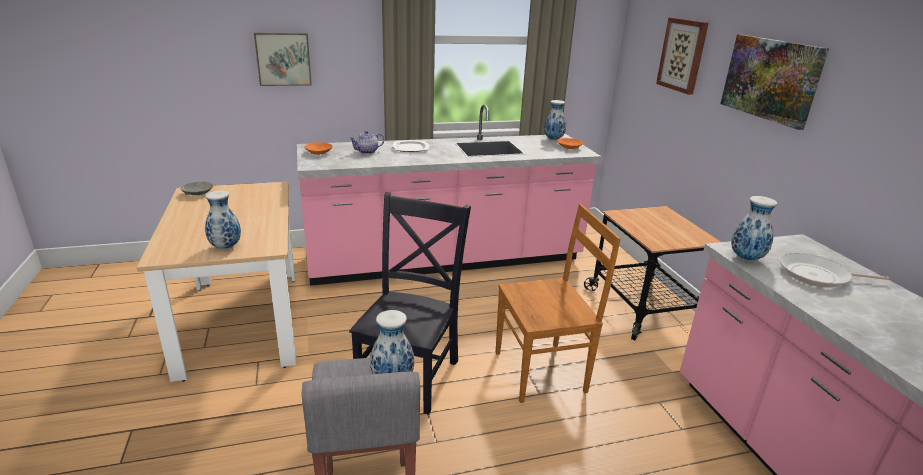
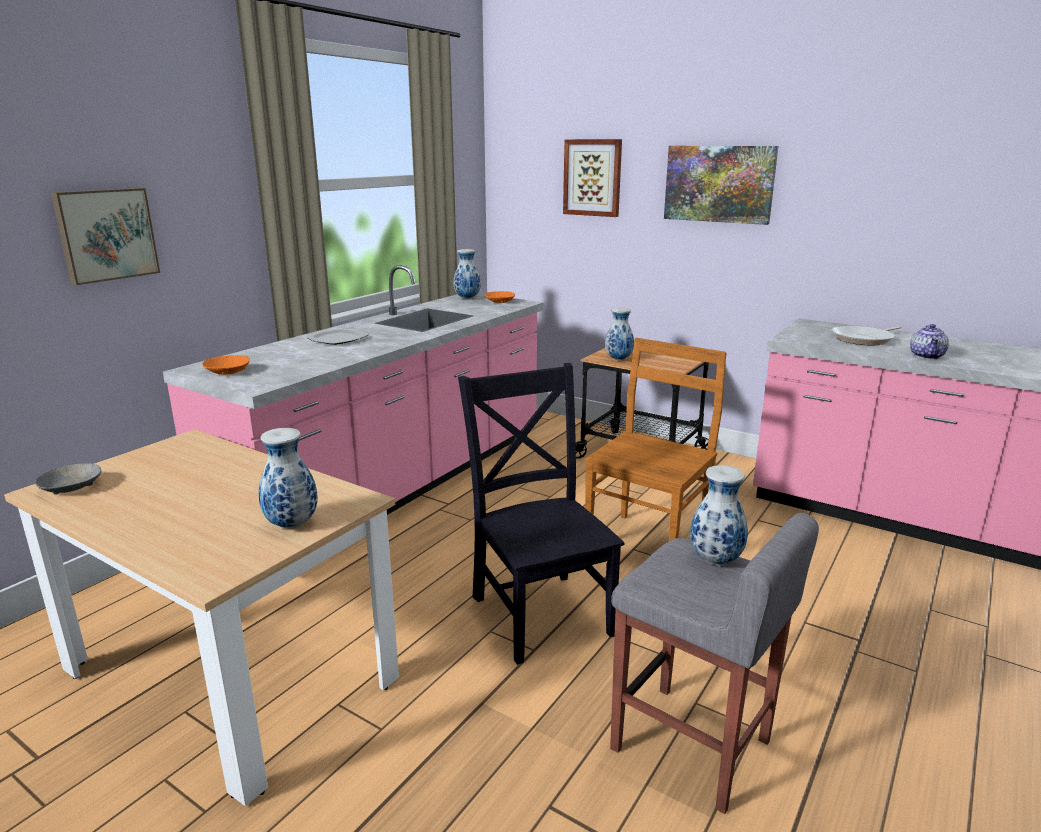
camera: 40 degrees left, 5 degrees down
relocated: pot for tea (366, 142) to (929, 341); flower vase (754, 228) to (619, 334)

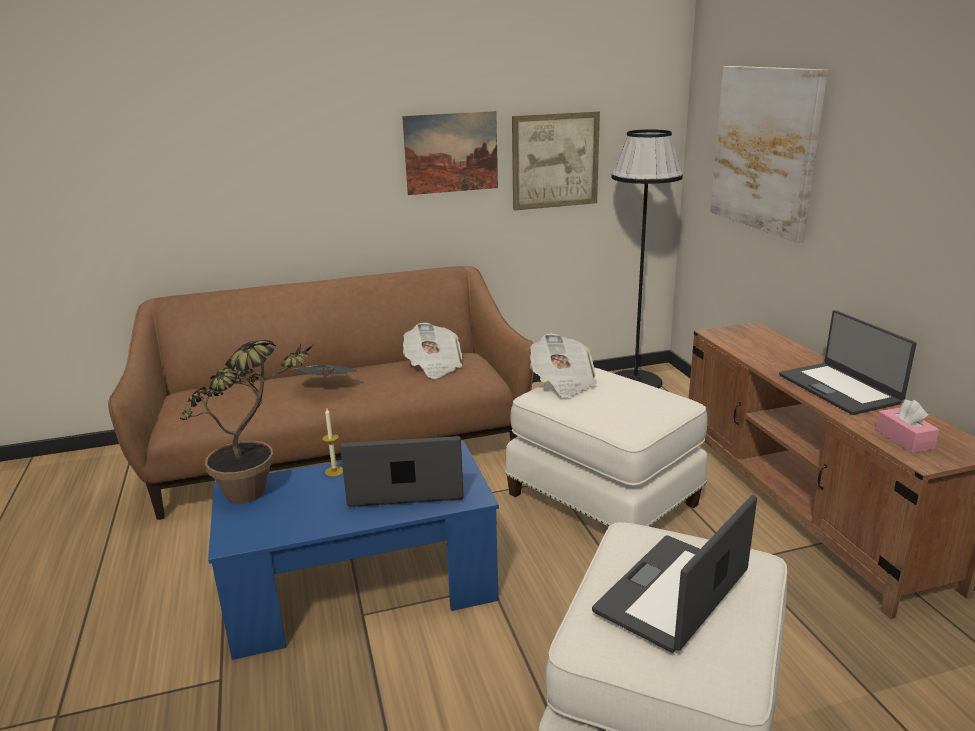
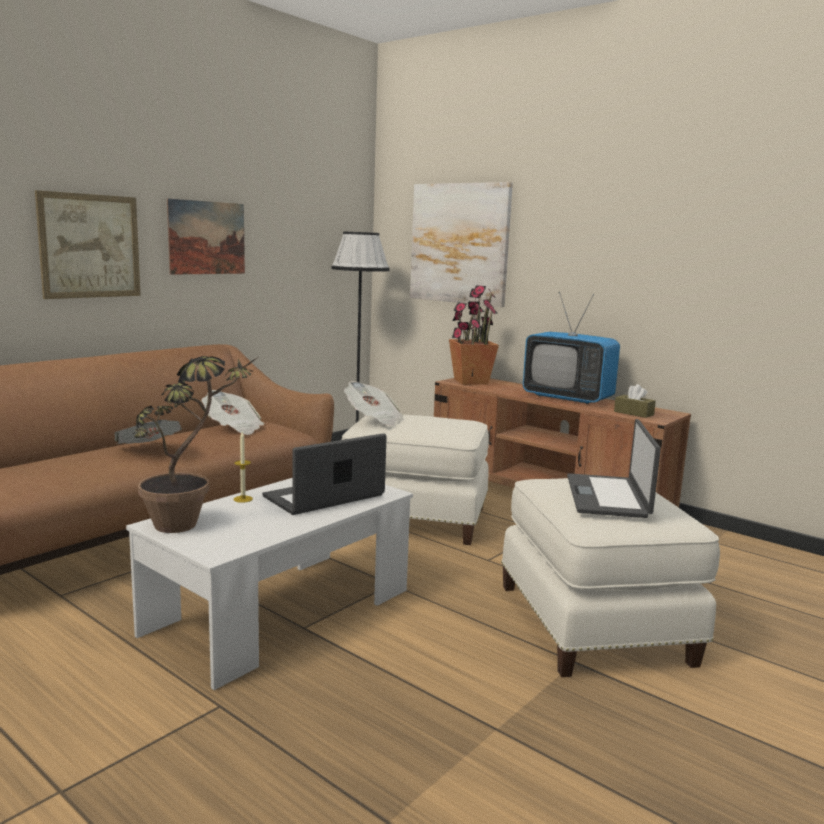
camera: 35 degrees left, 10 degrees down
appeared: plant in a pot (474, 335)
relocated: wall art (556, 161) to (88, 244)
exchanged: laptop (848, 362) to television (571, 348)
colour: blue-coloured coffee table (353, 550) to whitish coffee table (269, 584); pink box of tissues (907, 426) to brown-coloured box of tissues (635, 401)

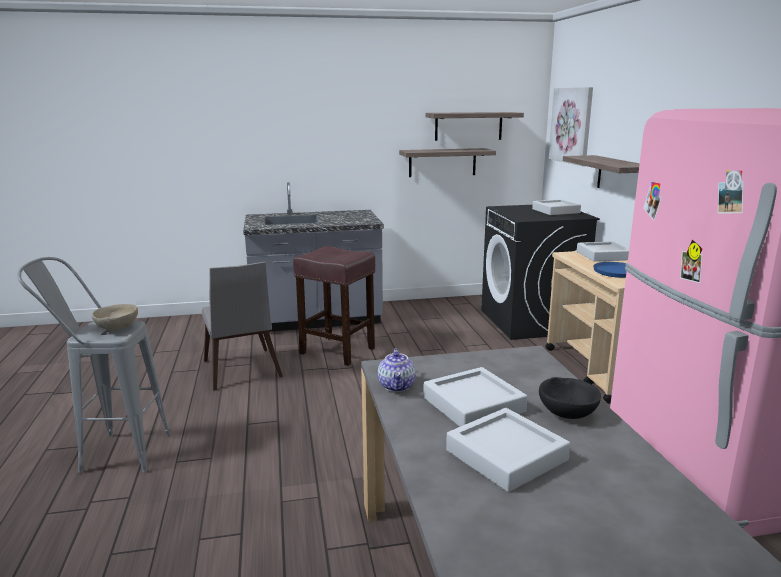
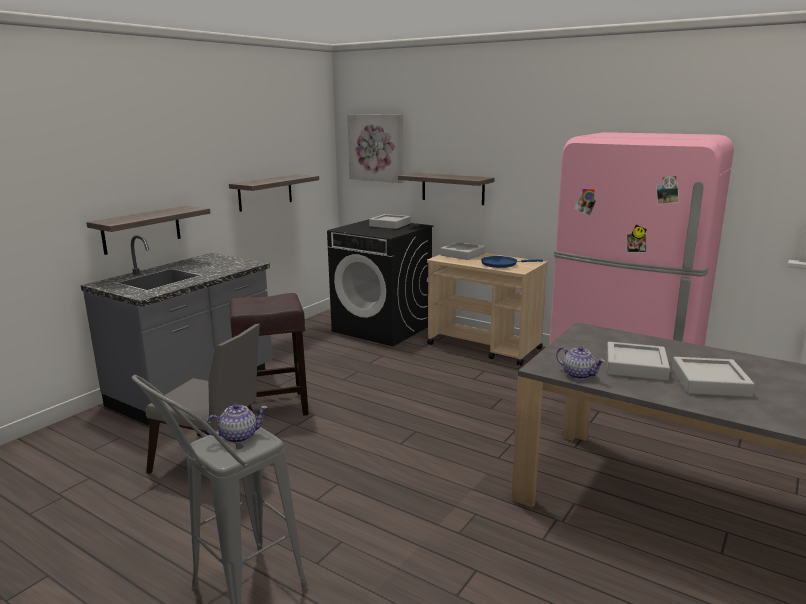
camera: 45 degrees left, 0 degrees up
missing: blackish deep dish (570, 398)
relocated: shelf (475, 126) to (148, 230)
exchanged: sand-coloured deep dish (115, 317) to pot for tea (236, 423)

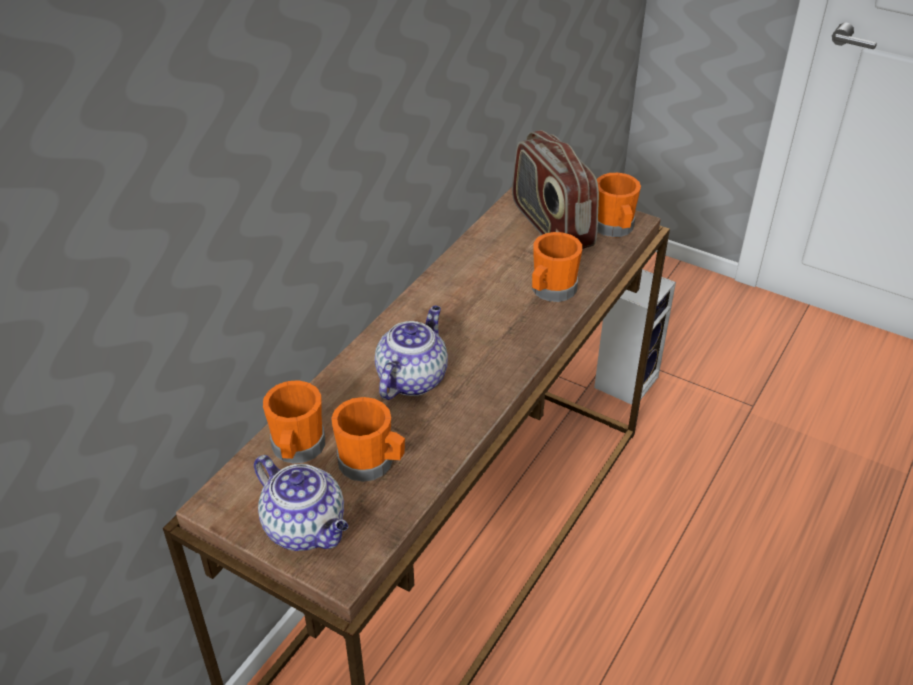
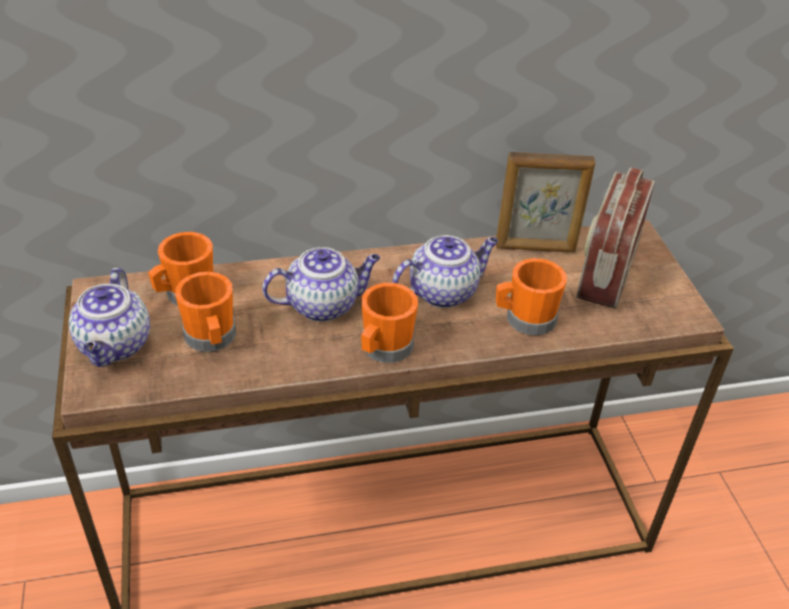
camera: 45 degrees right, 0 degrees up
missing: speaker (635, 337)
appeared: pot for tea (445, 271); picture frame (546, 202)
relocated: orangey coffee mug (619, 205) to (389, 323)

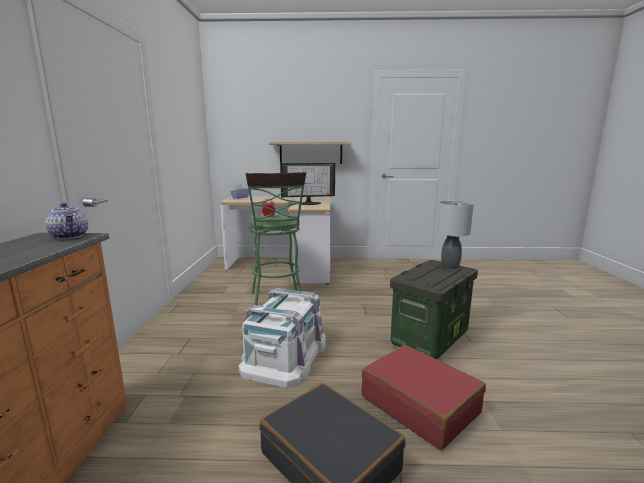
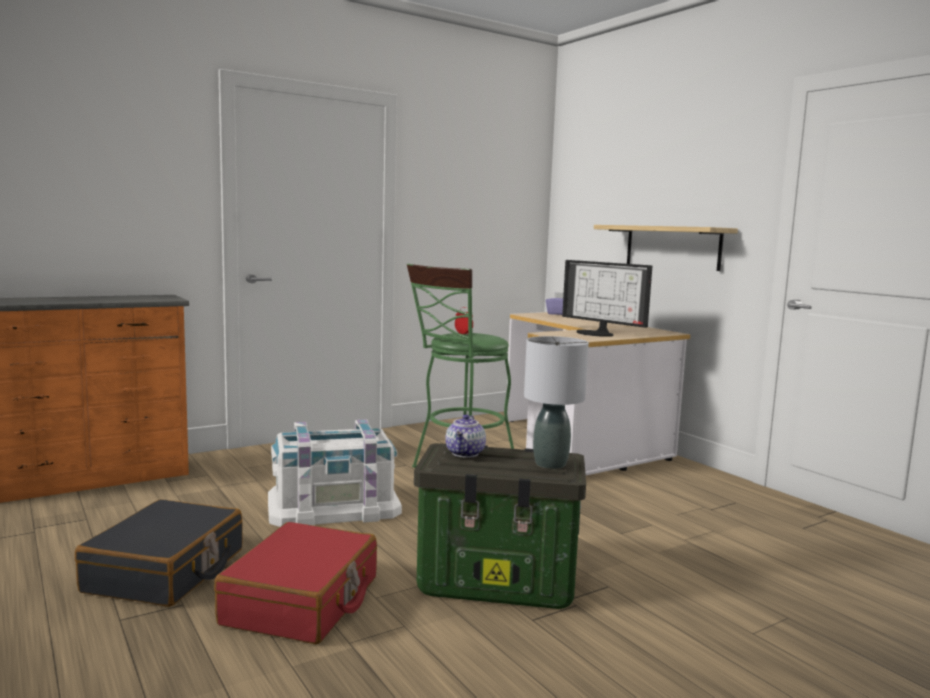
camera: 55 degrees right, 5 degrees down
relocated: pot for tea (66, 221) to (465, 436)

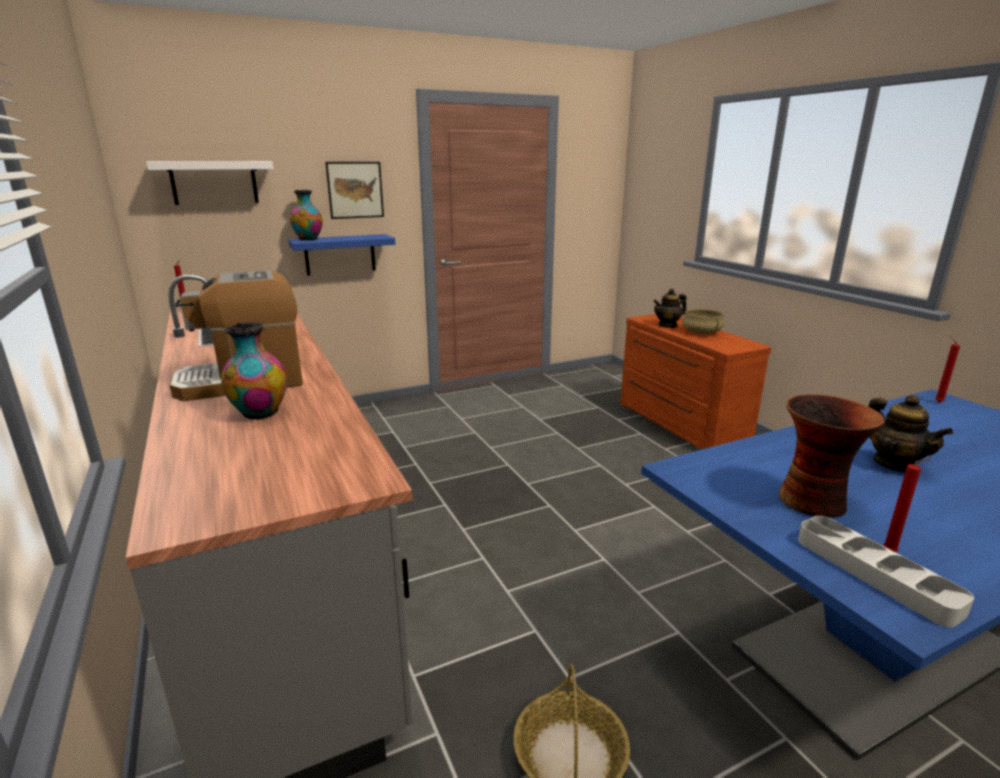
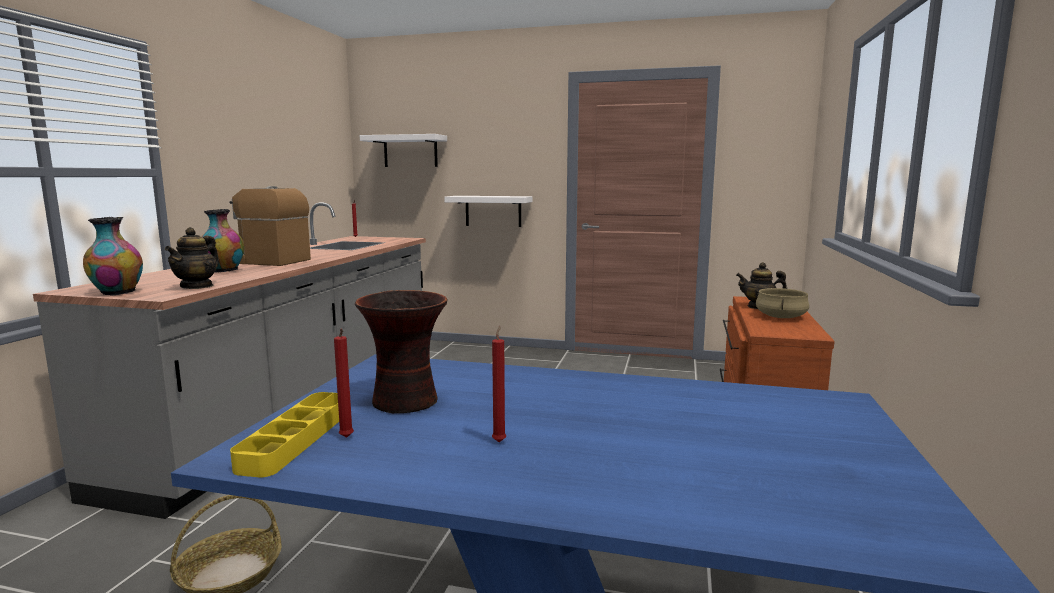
camera: 40 degrees right, 10 degrees down
missing: wall art (354, 190)
relocated: flower vase (306, 215) to (113, 256); pot for tea (910, 433) to (192, 258); red candle (947, 369) to (499, 384)
colour: blue-coloured shelf (341, 255) to whitish shelf (488, 211); greyish carrying tray (886, 571) to yellowish carrying tray (284, 435)

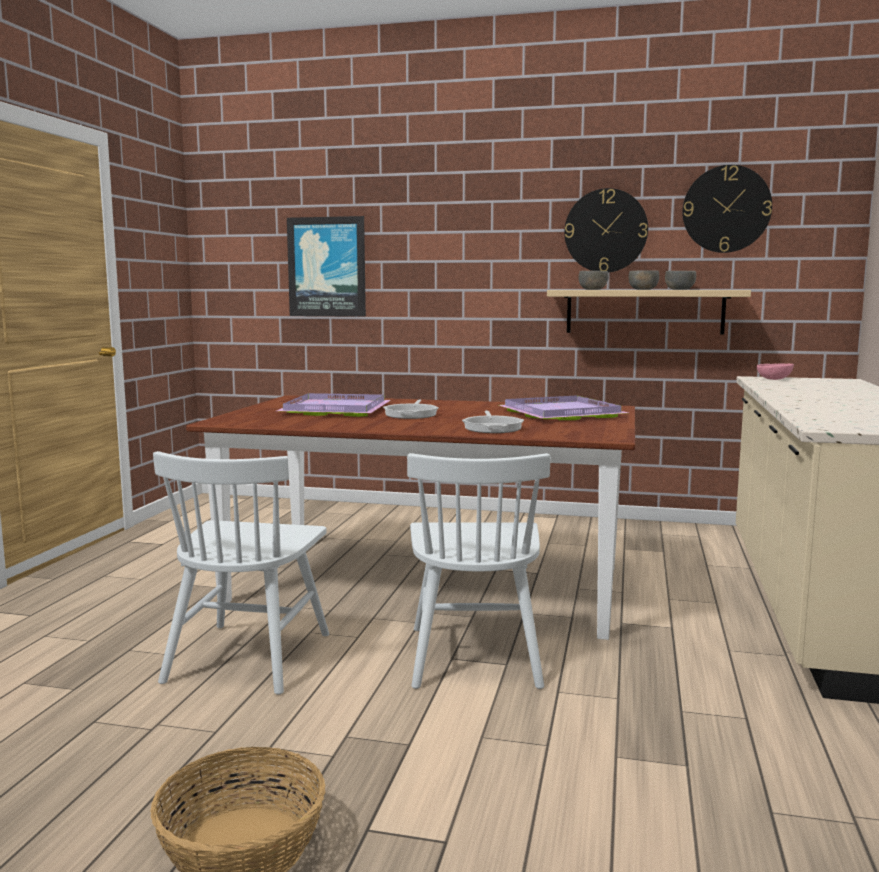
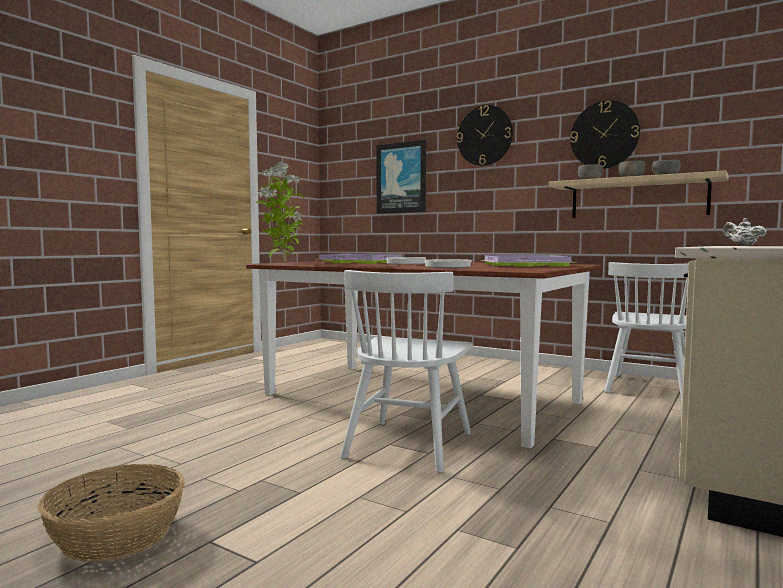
camera: 20 degrees right, 5 degrees down
appeared: plant in a pot (280, 212)
relocated: whitish upright chair (241, 573) to (646, 331); clock on the wall (727, 209) to (485, 135)
exchanged: pink deep dish (775, 371) to whitish pot for tea (745, 232)

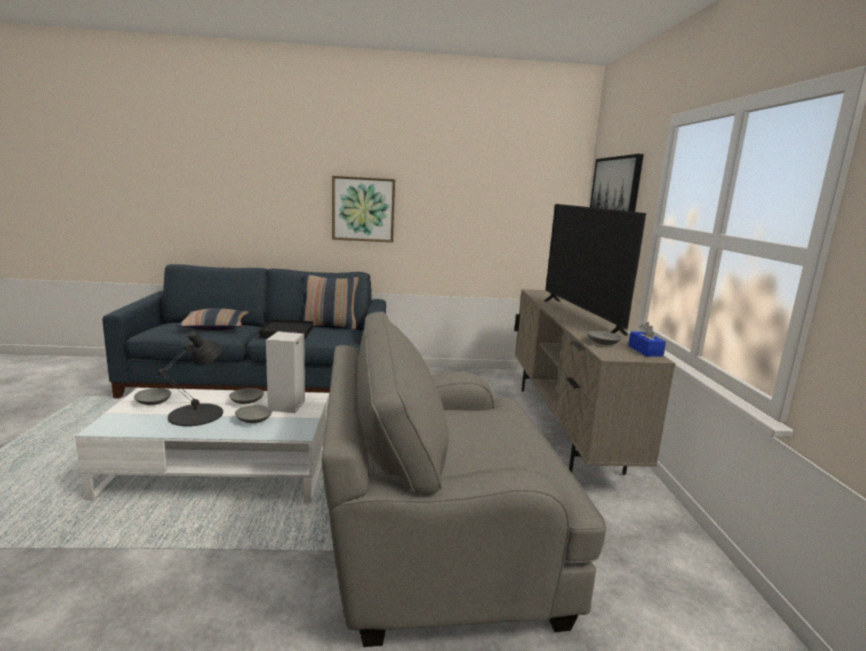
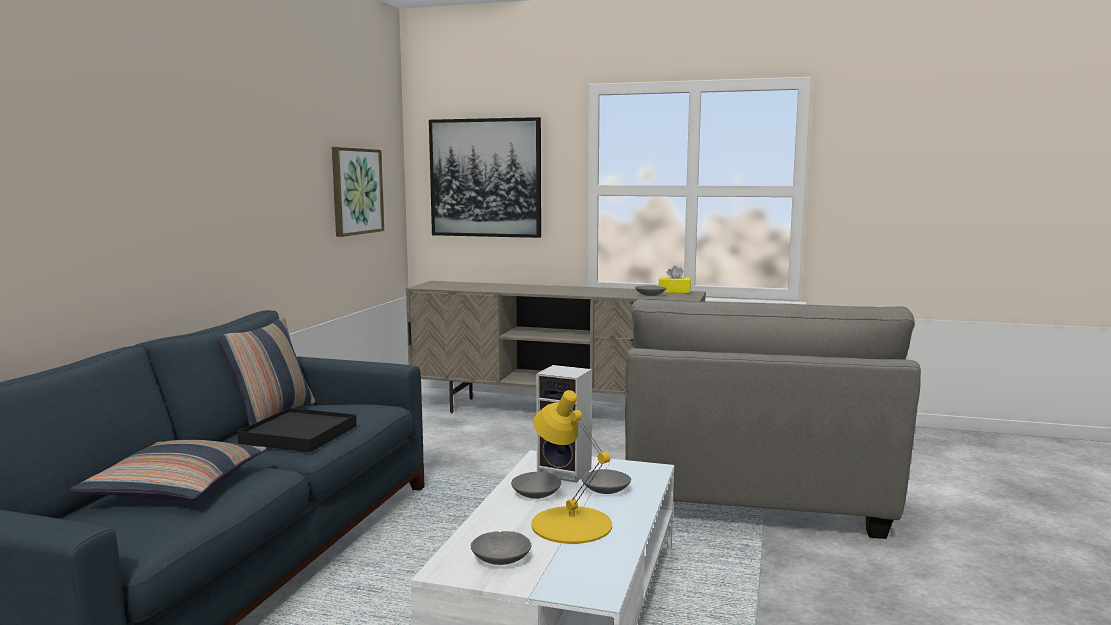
camera: 70 degrees left, 5 degrees down
missing: television (595, 269)
relocated: wall art (363, 209) to (358, 192)
colour: blackish table lamp (190, 378) to yellowish table lamp (571, 467); blue-coloured box of tissues (647, 339) to yellowish box of tissues (675, 279)

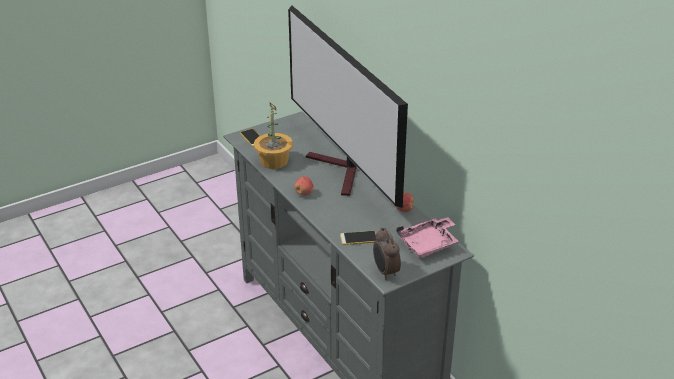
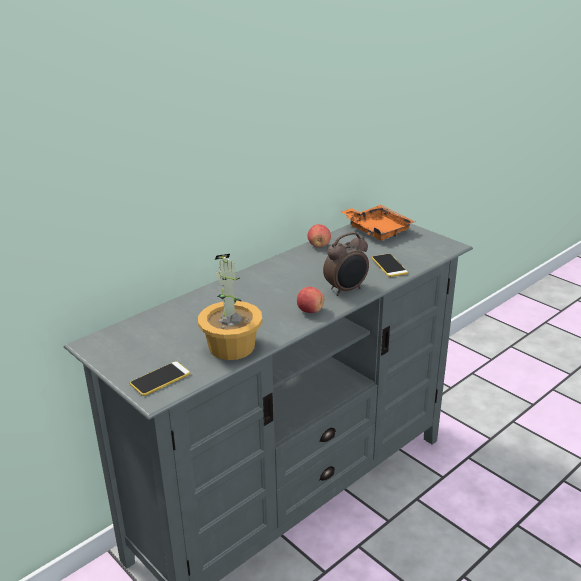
camera: 100 degrees left, 5 degrees down
missing: television (348, 107)
relocated: table clock (387, 254) to (346, 264)
colour: pink carrying tray (427, 237) to orangey carrying tray (378, 222)

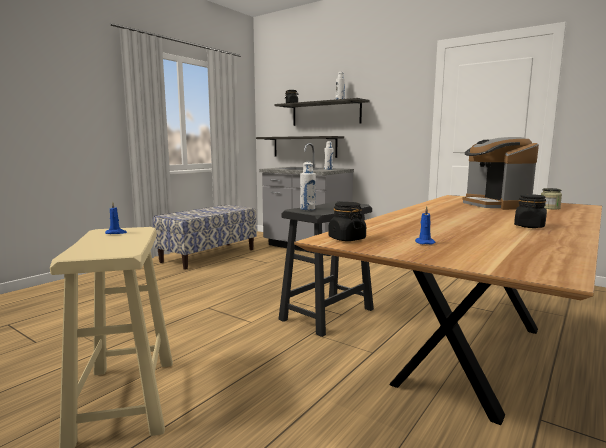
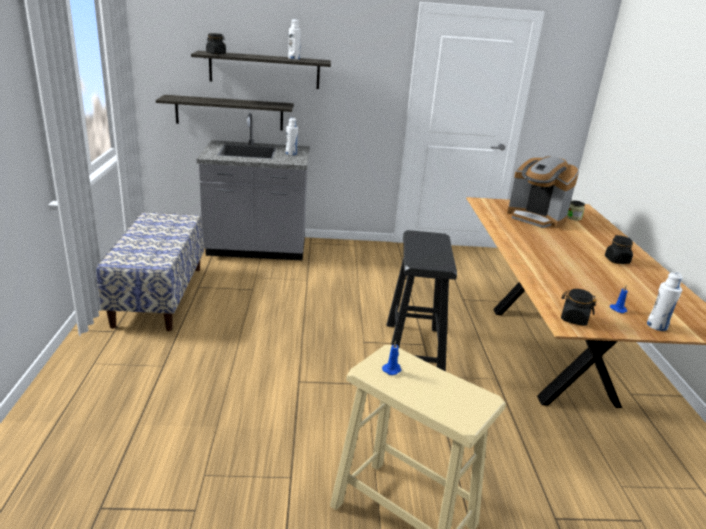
camera: 40 degrees left, 15 degrees up
relocated: whitish beverage bottle (308, 186) to (665, 301)

